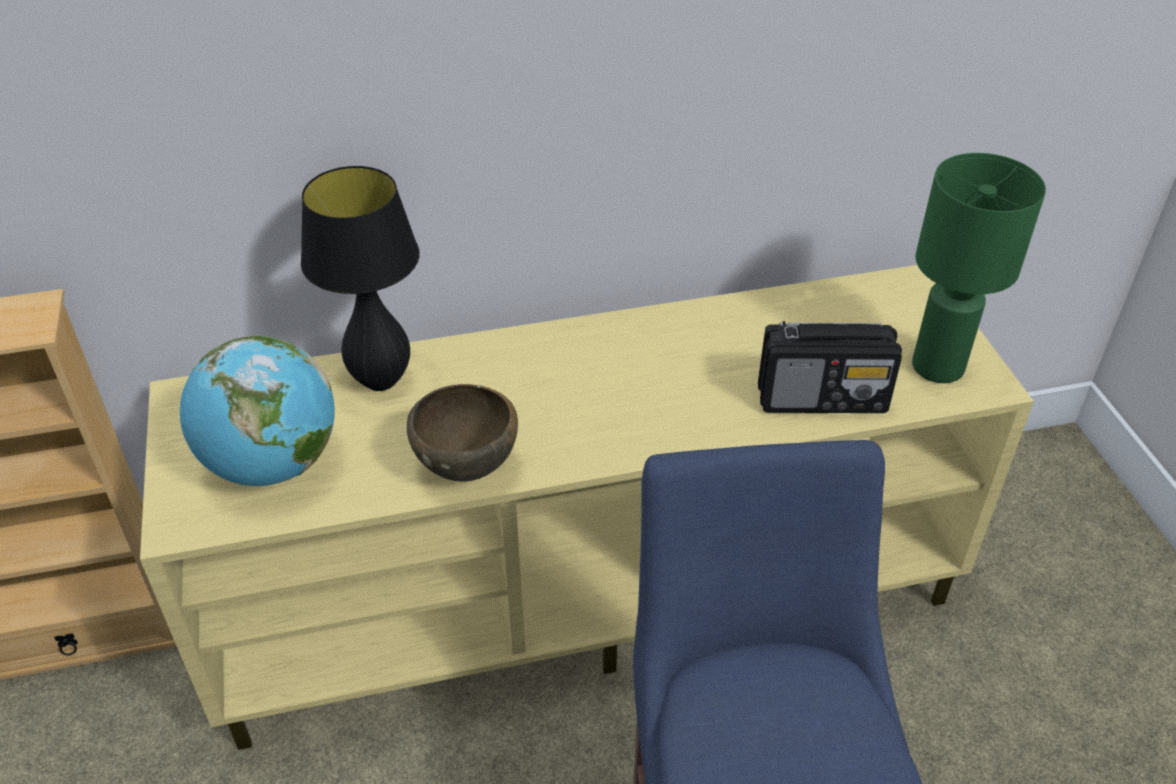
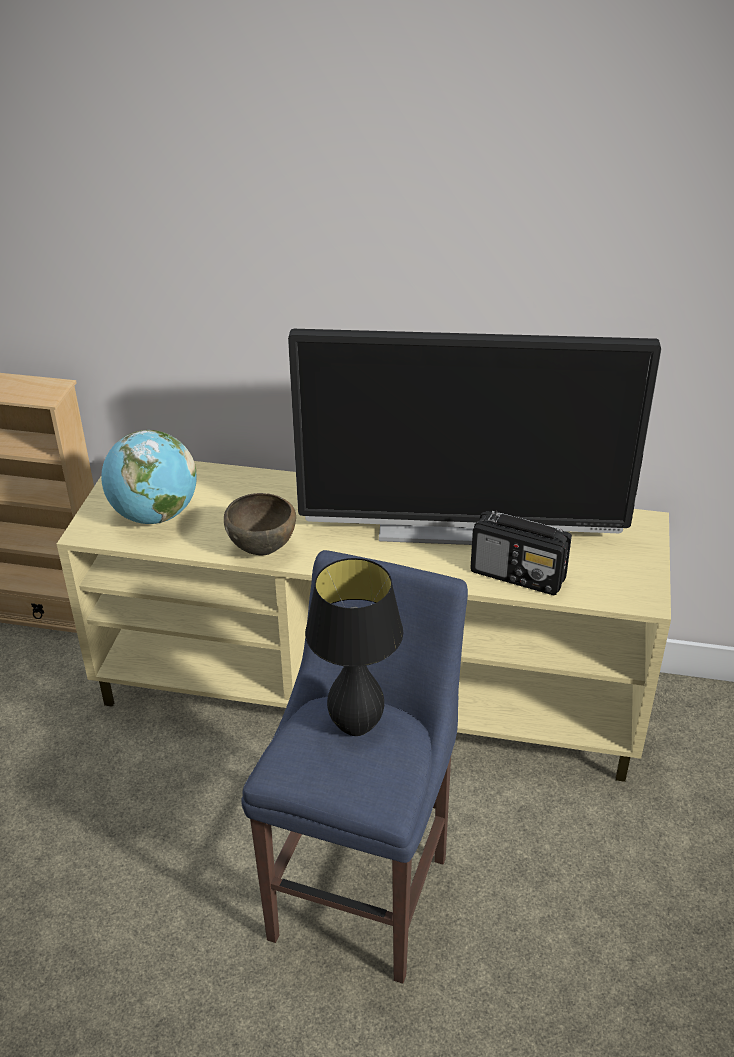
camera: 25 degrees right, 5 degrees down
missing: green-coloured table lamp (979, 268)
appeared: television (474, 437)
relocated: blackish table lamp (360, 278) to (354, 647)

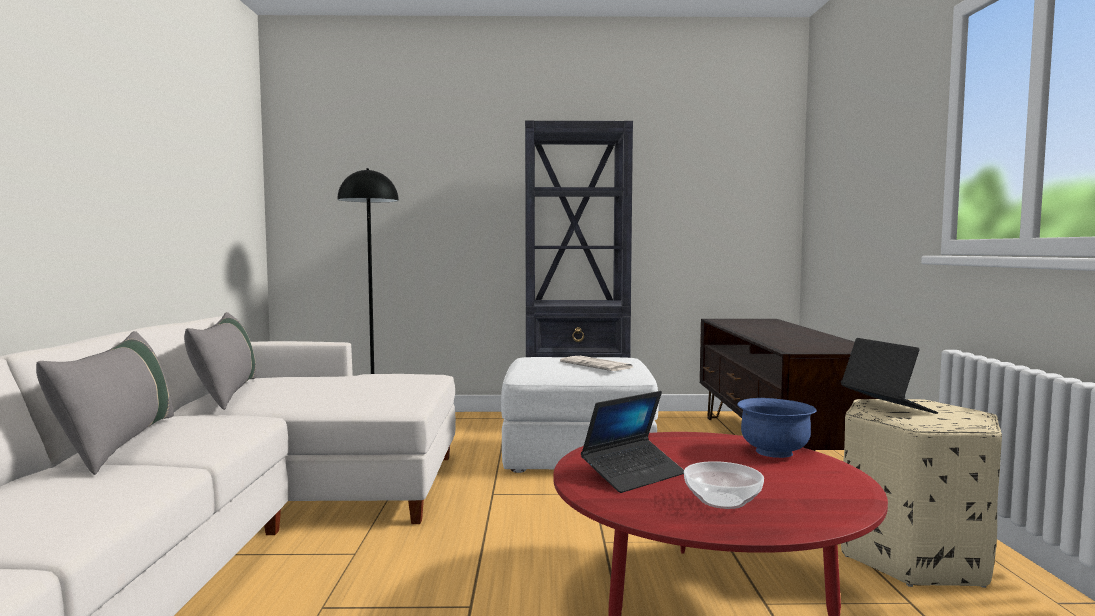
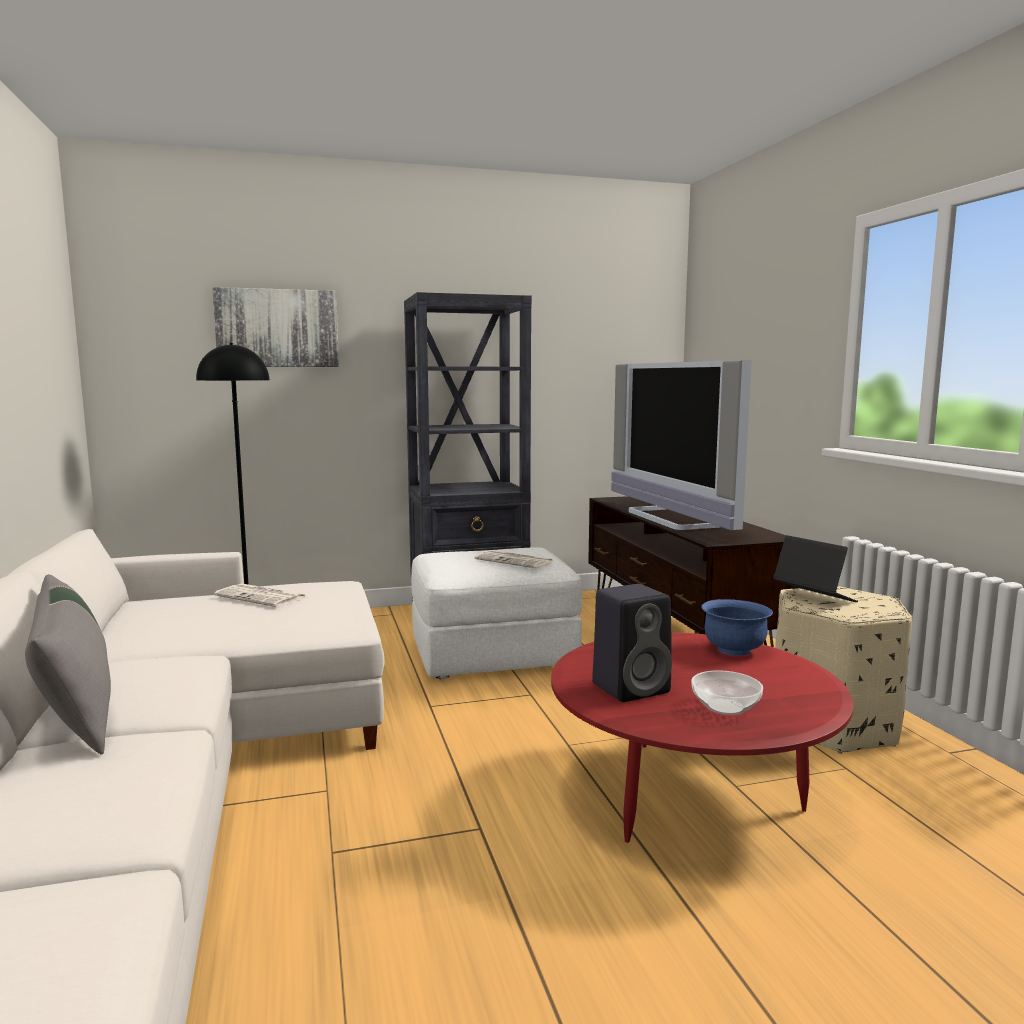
camera: 15 degrees left, 5 degrees up
missing: greyish cushion (220, 361)
appeared: wall art (275, 327); newspaper (260, 595); television (681, 445)
exchanged: laptop (632, 442) to blackish speaker (632, 643)

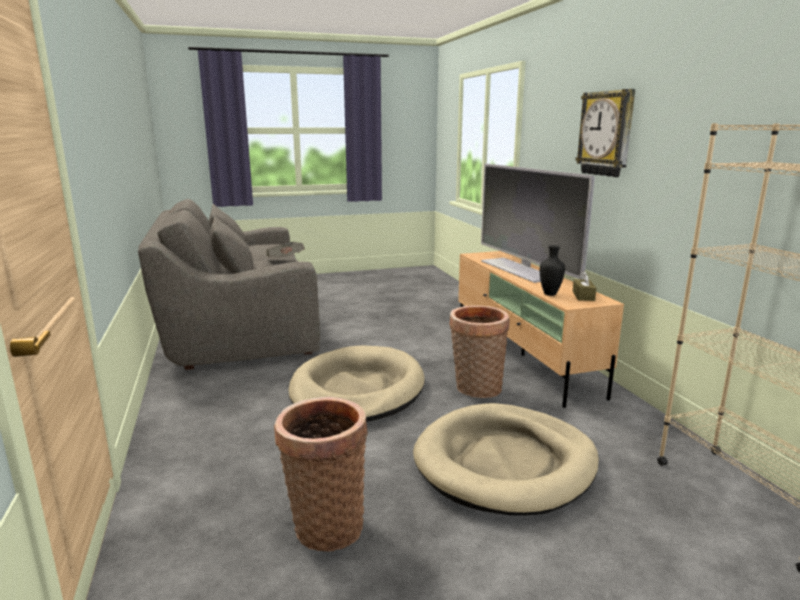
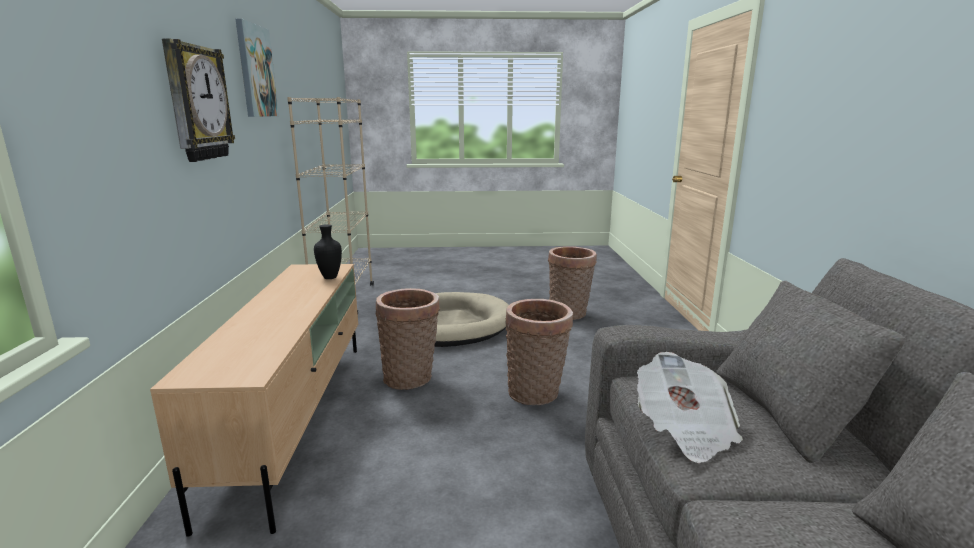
camera: 165 degrees left, 0 degrees up
missing: television (538, 223); brown-coloured box of tissues (584, 286)
appeared: wall art (257, 68)
exchanged: sand-coloured pet bed (356, 383) to household basket (539, 352)

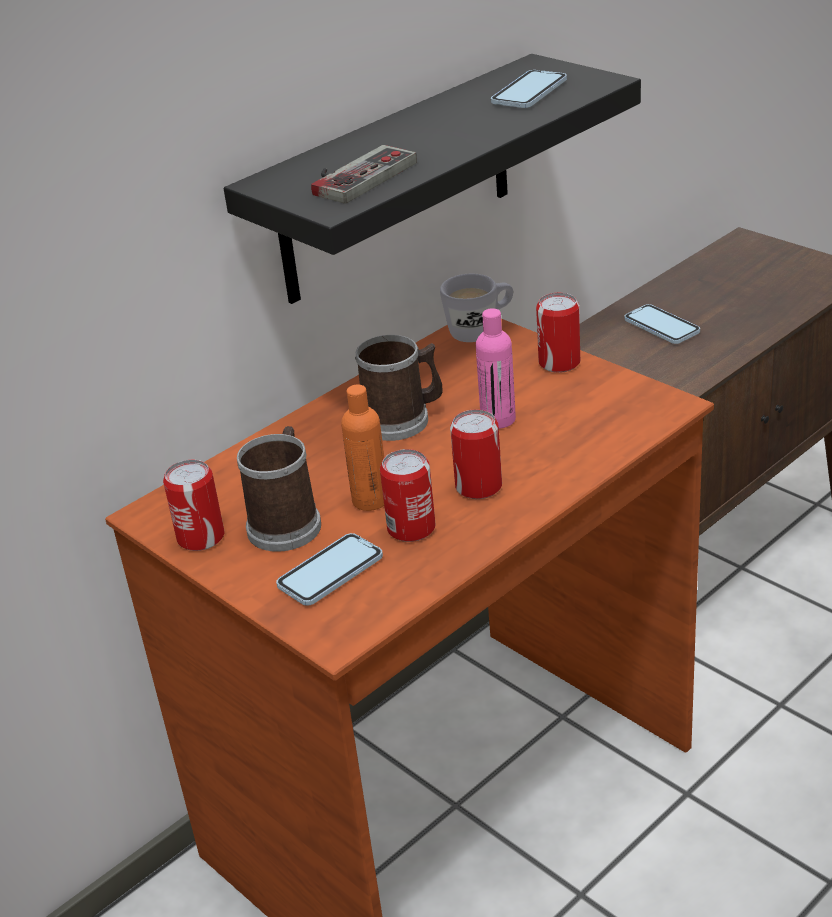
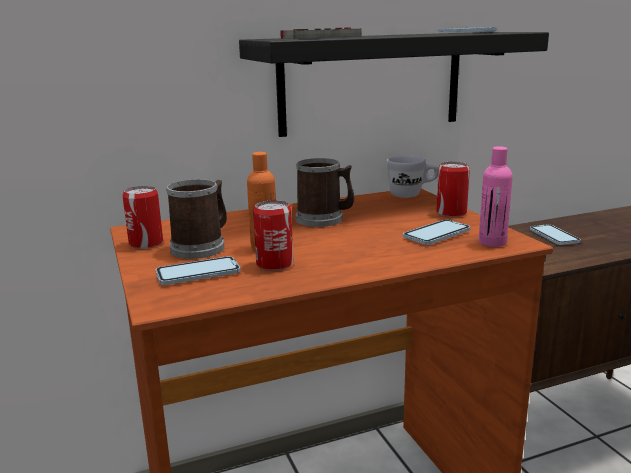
camera: 20 degrees right, 15 degrees down
missing: metal can (476, 454)
appeared: handset (436, 232)
relocated: pink beverage bottle (496, 368) to (496, 196)

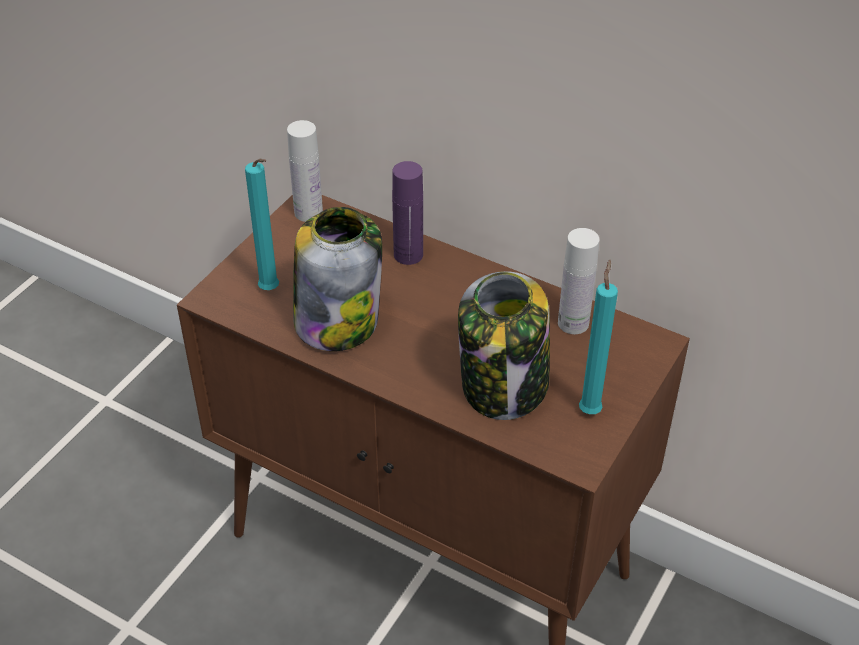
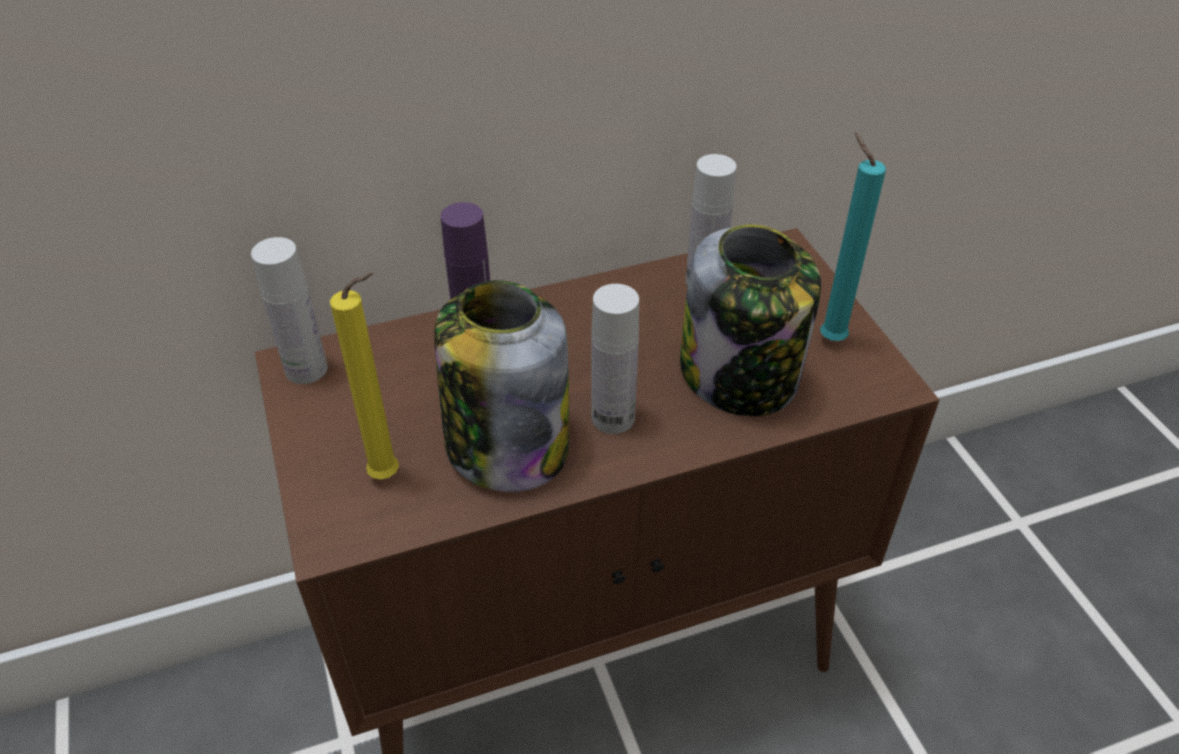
camera: 50 degrees left, 0 degrees up
appeared: whitish beverage bottle (615, 359)
colour: turquoise candle (262, 224) to yellowish candle (364, 375)

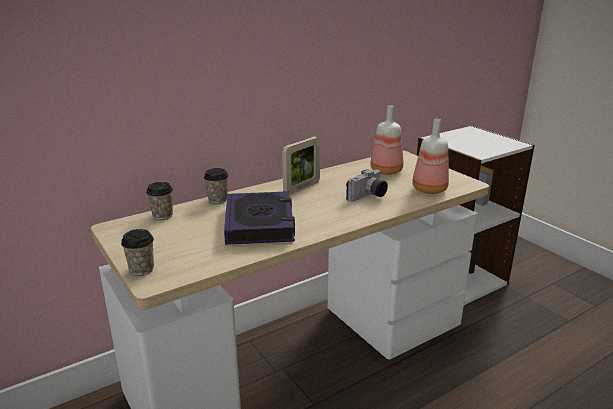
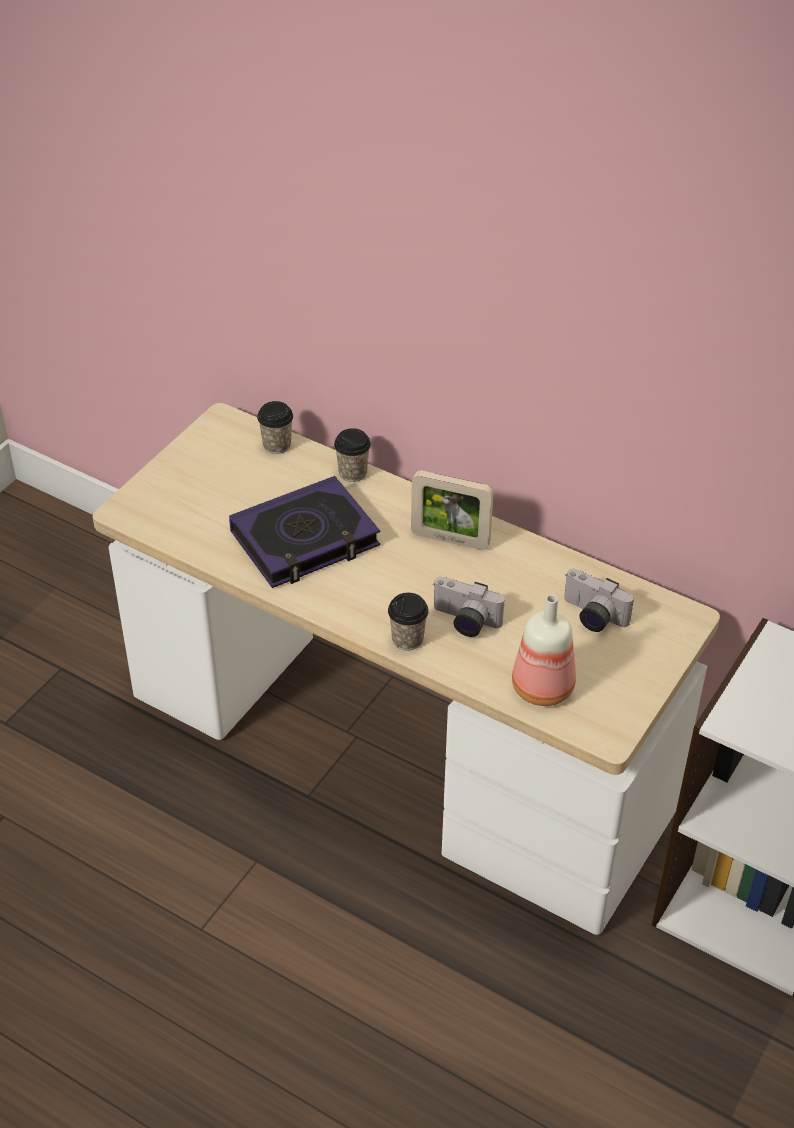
camera: 65 degrees right, 20 degrees up
relocated: cup (137, 252) to (408, 621)
exchanged: beverage bottle (386, 140) to still camera (599, 600)

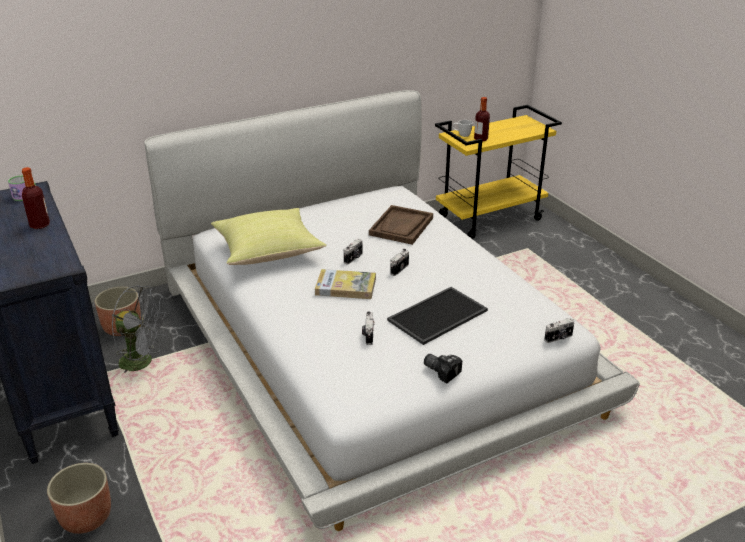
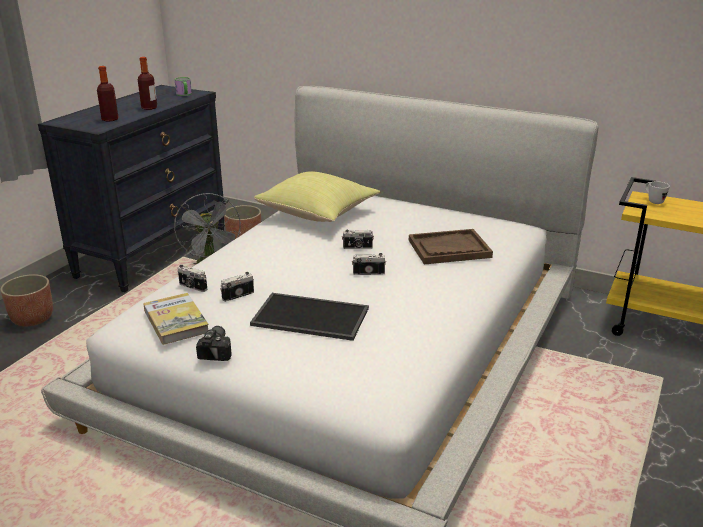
camera: 55 degrees right, 5 degrees down
relocated: volume (345, 284) to (176, 319); beverage bottle (482, 119) to (107, 94); still camera (559, 330) to (192, 278)

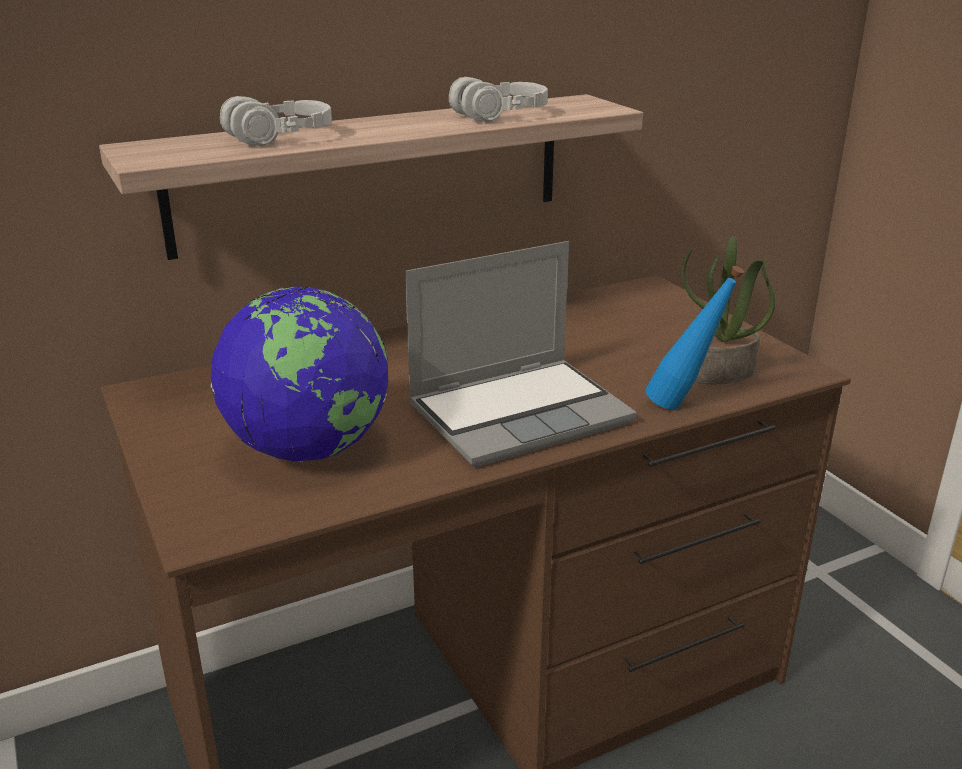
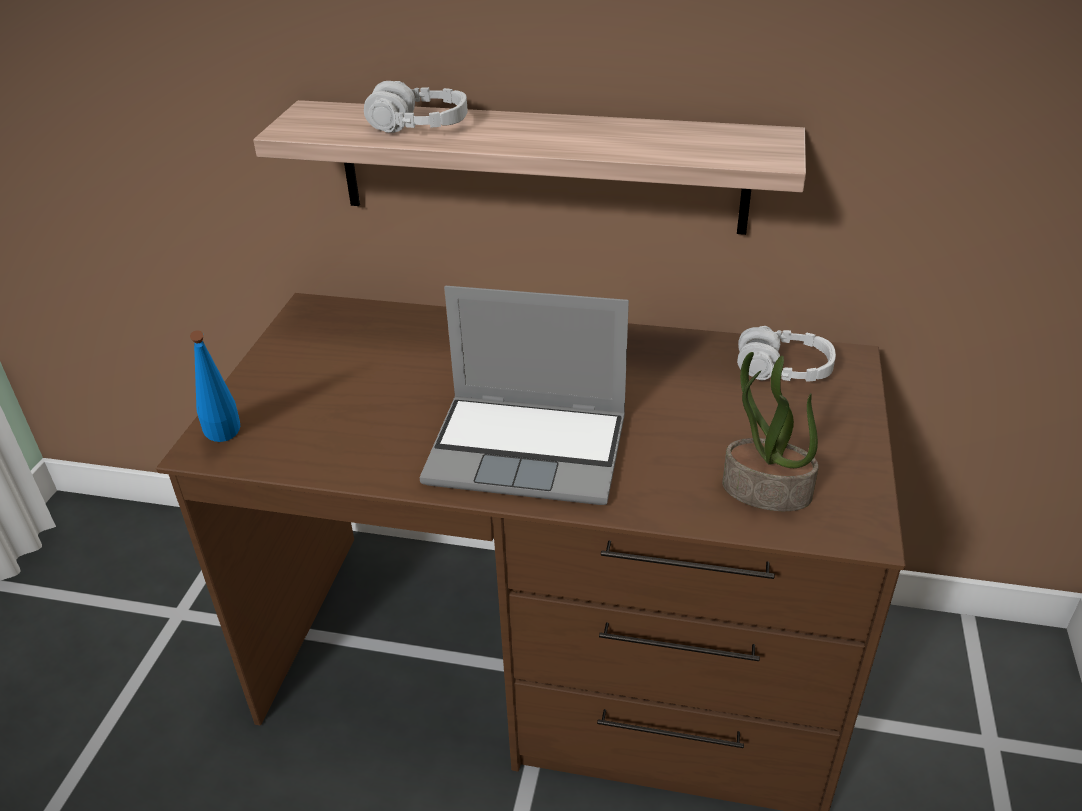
camera: 40 degrees right, 10 degrees up
missing: globe (299, 374)
relocated: greyish headset (498, 99) to (786, 354); blue-coloured beverage bottle (695, 337) to (215, 386)

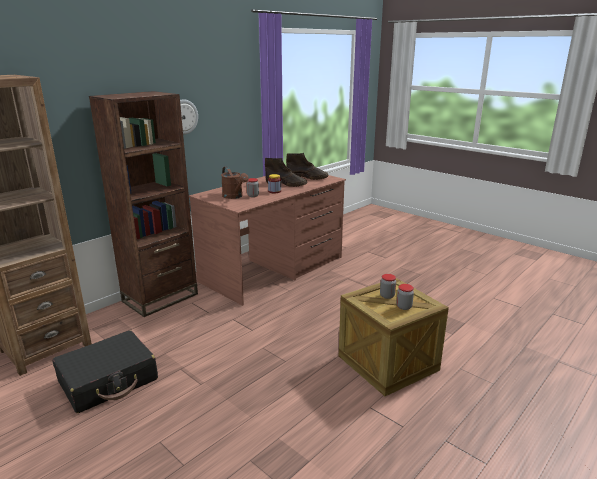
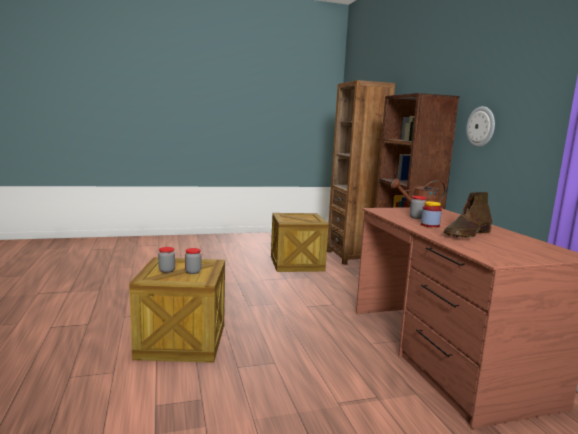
camera: 120 degrees right, 10 degrees down
missing: brown-coloured tall boot (307, 166)
exchanged: blackish travel case (105, 371) to crate (300, 242)

